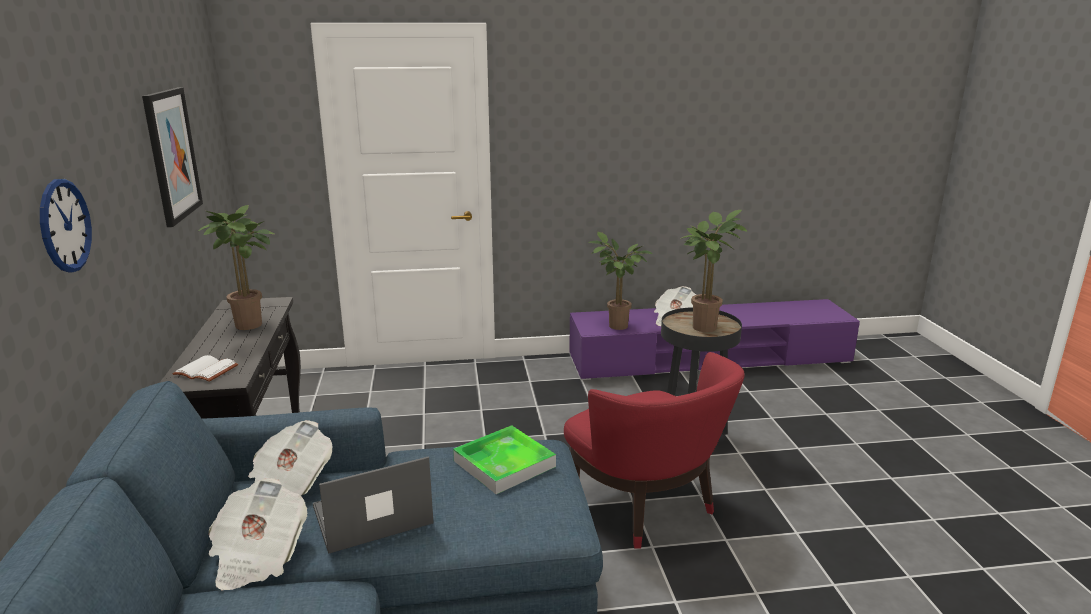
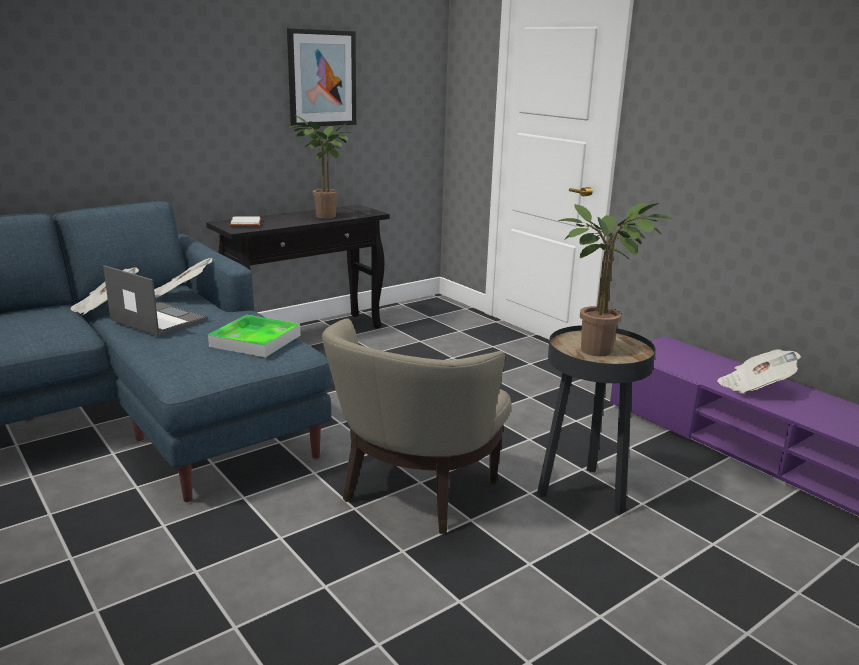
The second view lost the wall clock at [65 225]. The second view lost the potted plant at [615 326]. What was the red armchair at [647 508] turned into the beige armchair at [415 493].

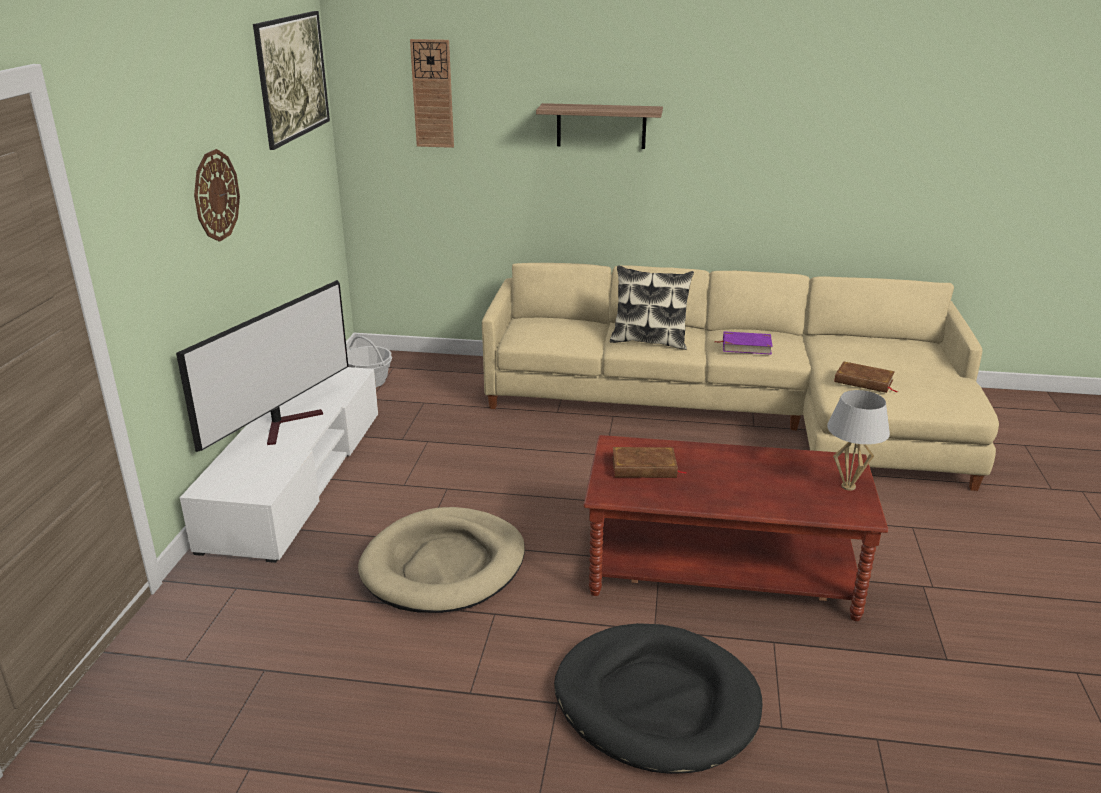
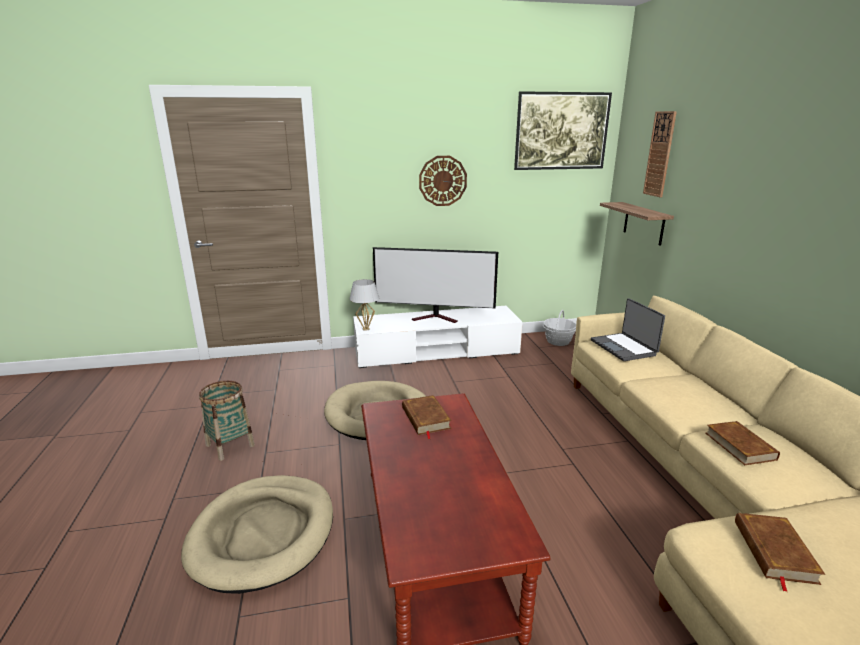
The second view lost the pillow at [649 341]. The second view gained the basket at [230 445]. The second view gained the laptop at [624 348]. The shelf ended up elsewhere, having gone from [601 126] to [643 223]. The white table lamp ended up elsewhere, having gone from [848 486] to [366 329]. What was the black dog bed at [656 702] turned into the beige dog bed at [263 534]. What was the purple book at [746 346] turned into the brown book at [740 446].

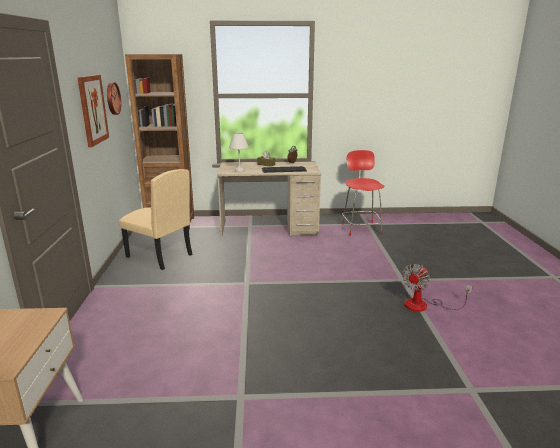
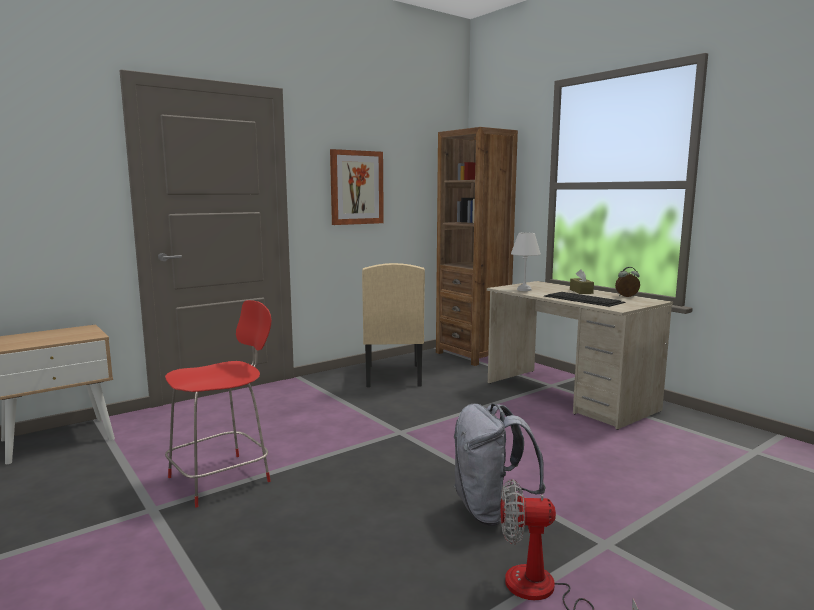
The second view lost the wall clock at [112 98]. The second view gained the grey backpack at [491 511]. The red chair ended up elsewhere, having gone from [361 228] to [223 478].

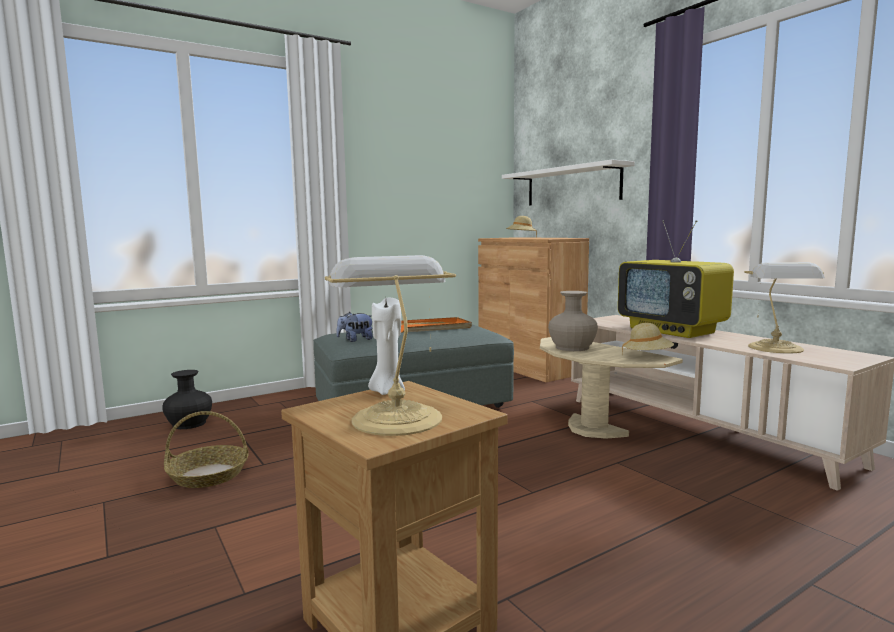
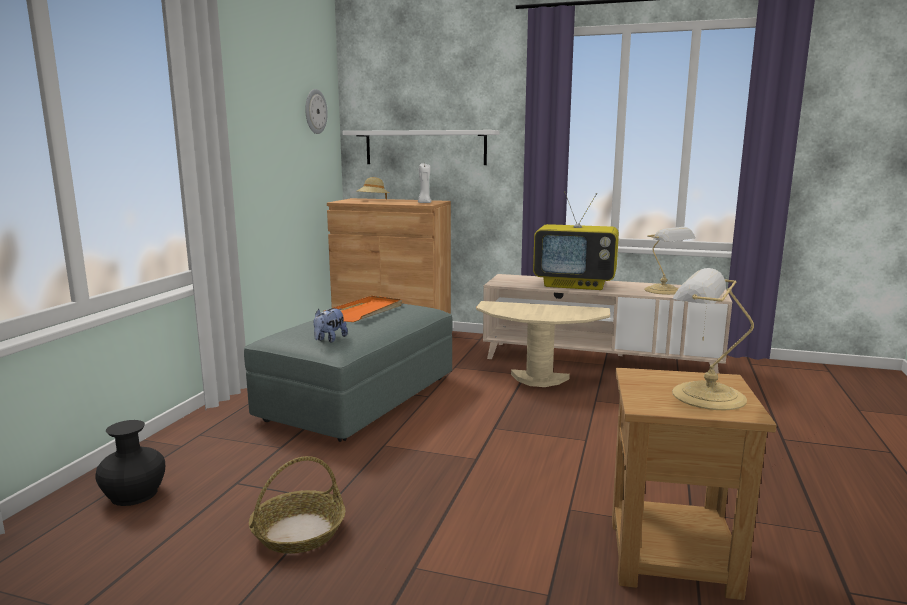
The second view lost the beige vase at [572 347]. The second view lost the beige hat at [647 356]. The second view gained the wall clock at [315 111]. The white candle ended up elsewhere, having gone from [387 391] to [424 203].

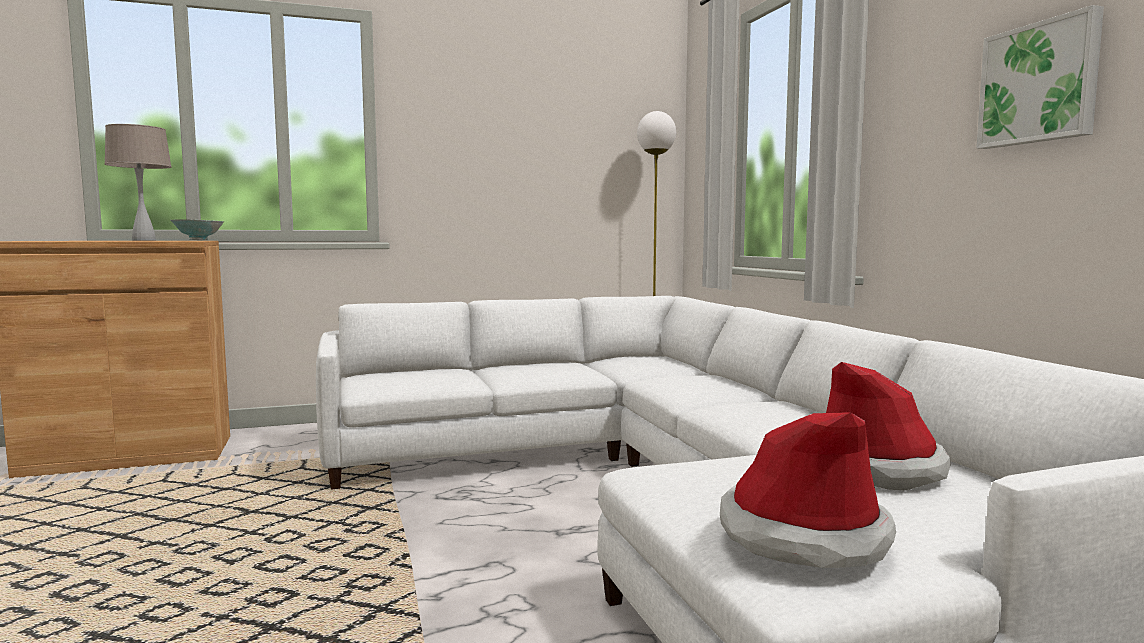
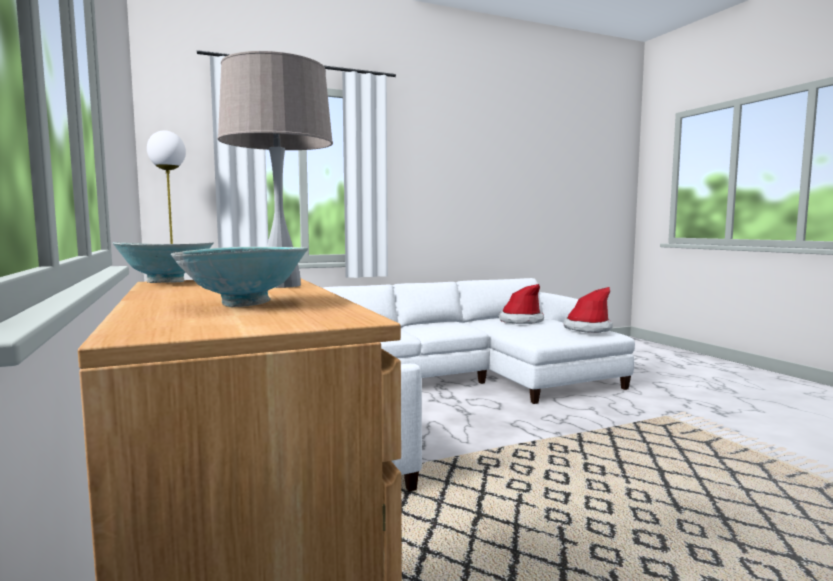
The second view lost the picture at [1040 83]. The second view gained the bowl at [245 303].

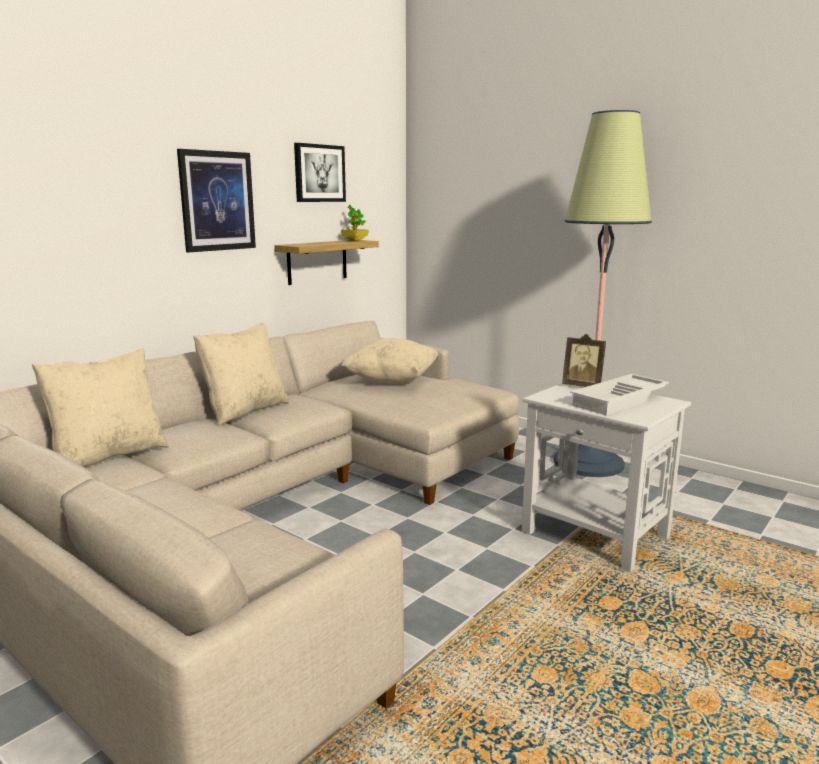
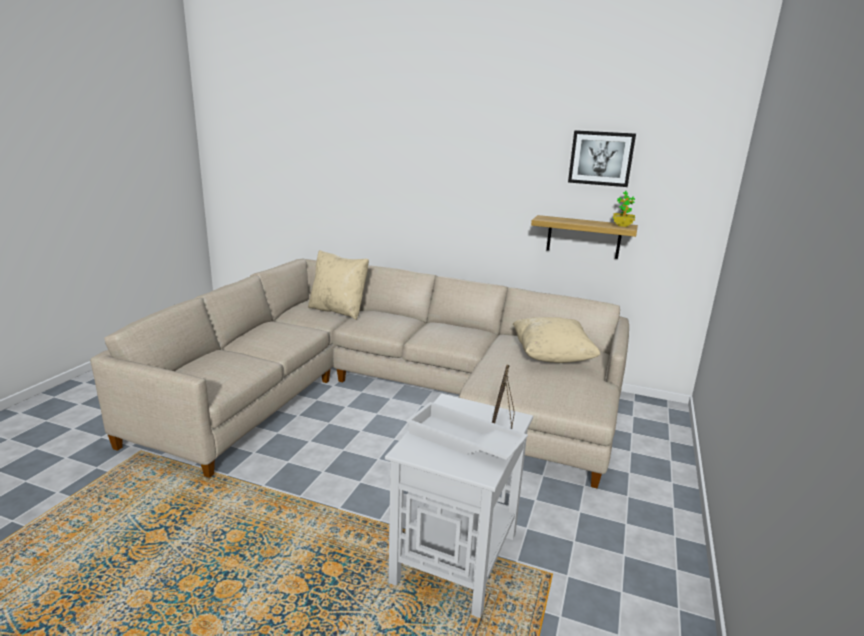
The second view lost the picture at [217 201]. The second view lost the beige pillow at [244 411]. The second view lost the floor lamp at [588 463].

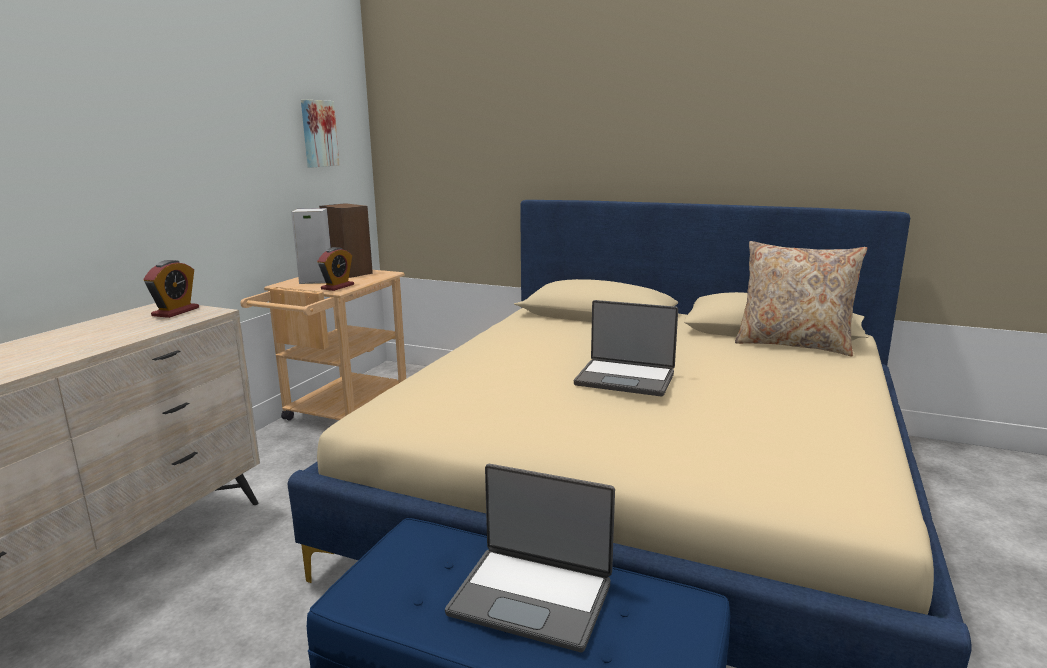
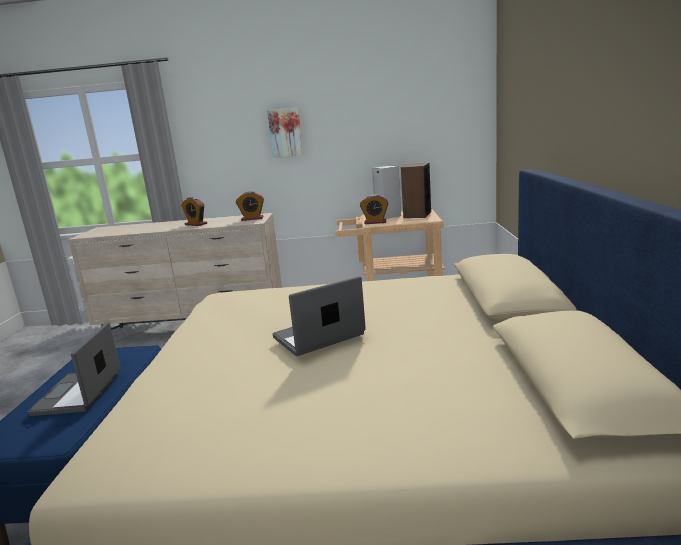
The second view lost the beige pillow at [793 344]. The second view gained the alarm clock at [196 224]. The picture ended up elsewhere, having gone from [318 133] to [285 132]. The laptop at [625 378] ended up facing another way, 60 degrees clockwise from before.

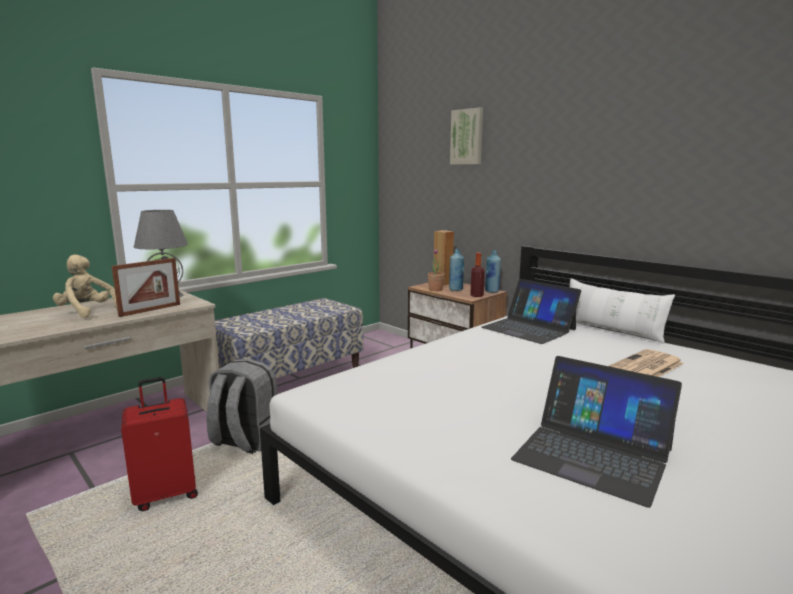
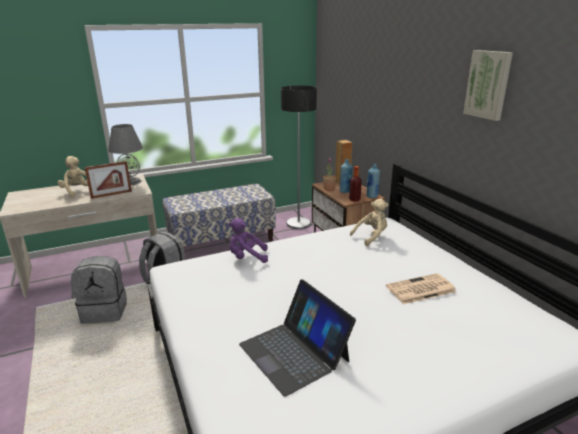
The second view lost the white pillow at [611 331]. The second view gained the purple plush toy at [247 258]. The second view gained the floor lamp at [298 223]. The picture ended up elsewhere, having gone from [467 137] to [488 84]. Where the red suitcase stood at [166 494], the grey backpack came to stand at [105 311]. Where the laptop stood at [529 328], the beige plush toy came to stand at [371 236].

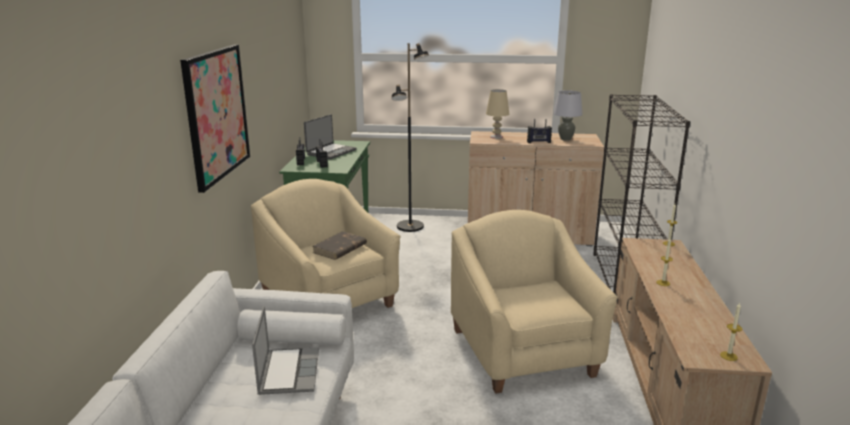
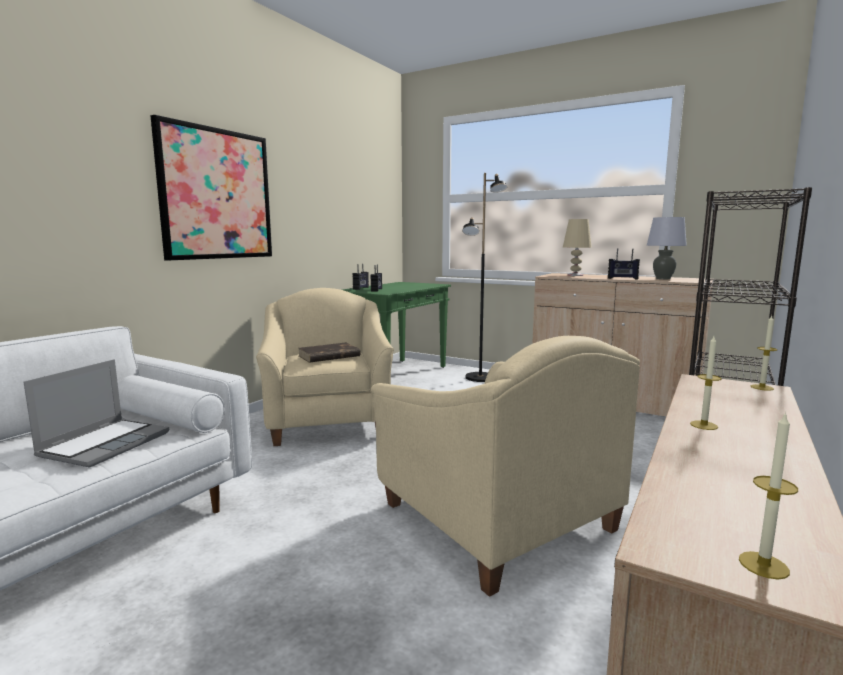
The second view lost the laptop at [330 152]. The beige armchair at [524 352] ended up facing another way, 135 degrees clockwise from before.

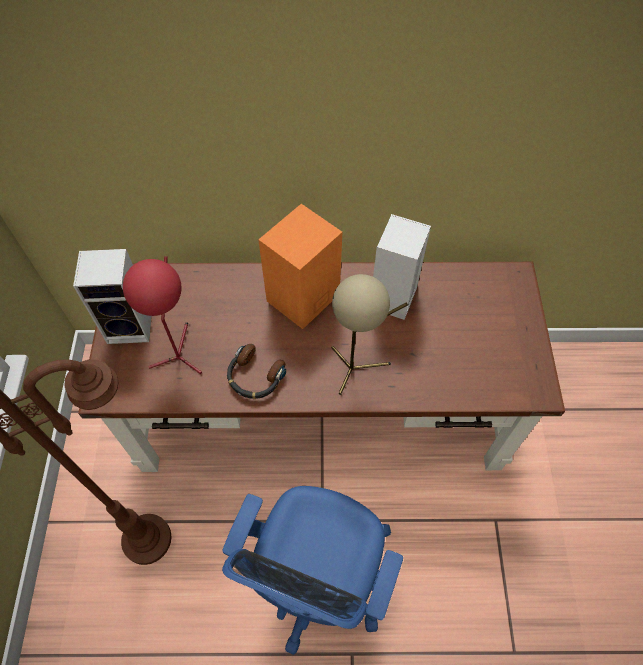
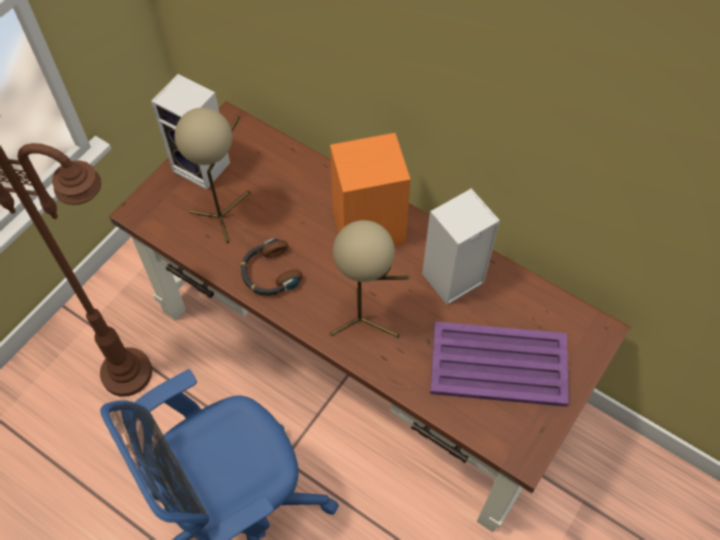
The second view gained the purple tray at [500 365]. What was the red table lamp at [179 352] turned into the beige table lamp at [224 213].

